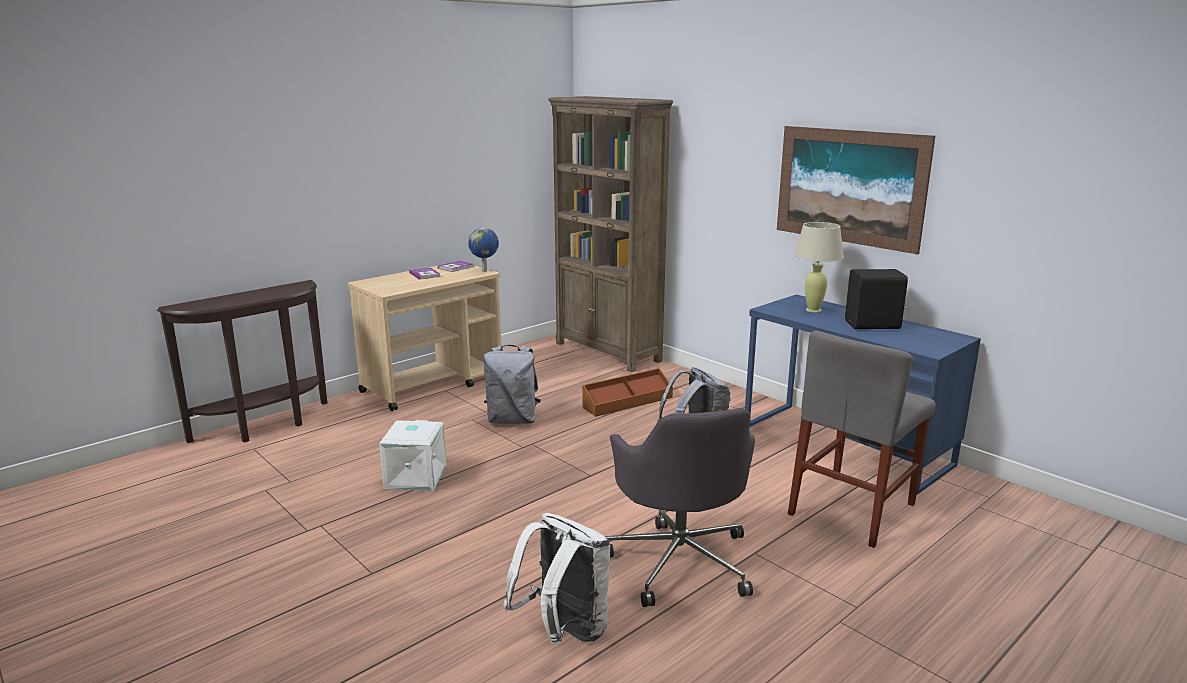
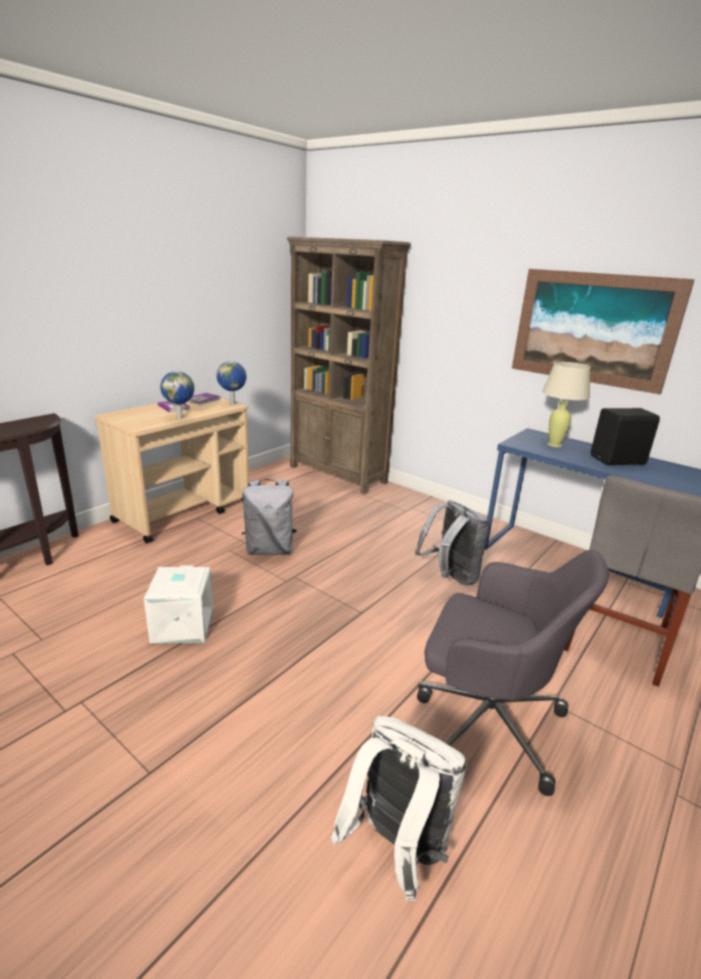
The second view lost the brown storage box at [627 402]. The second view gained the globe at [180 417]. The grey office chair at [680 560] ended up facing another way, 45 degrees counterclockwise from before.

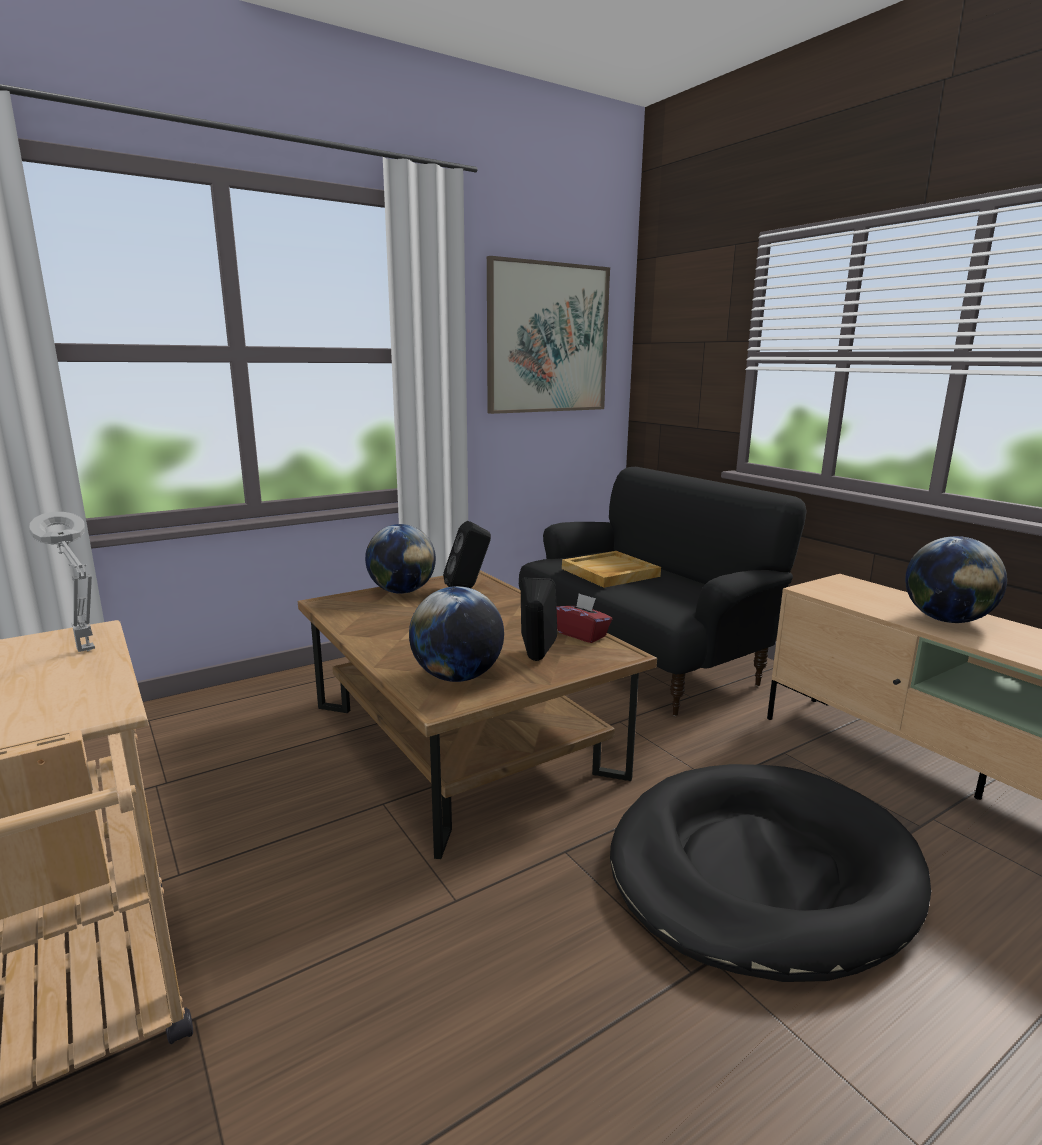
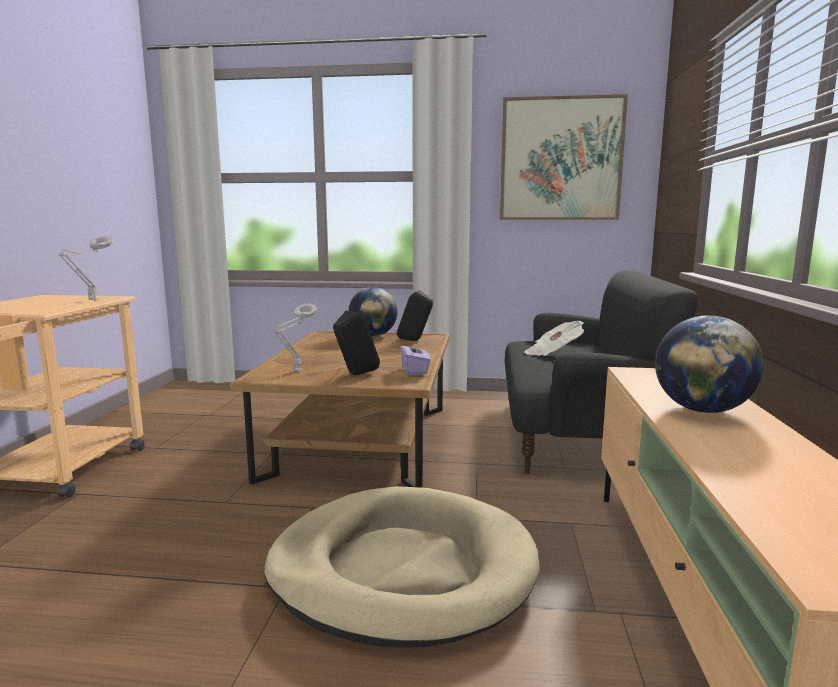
Where the globe stood at [457 677], the grey table lamp came to stand at [296 371]. Where the beige tray stood at [610 573], the newspaper came to stand at [553 353]. What was the red tissue box at [582 634] turned into the purple tissue box at [415 371]. What was the black dog bed at [760 872] turned into the beige dog bed at [402 569].

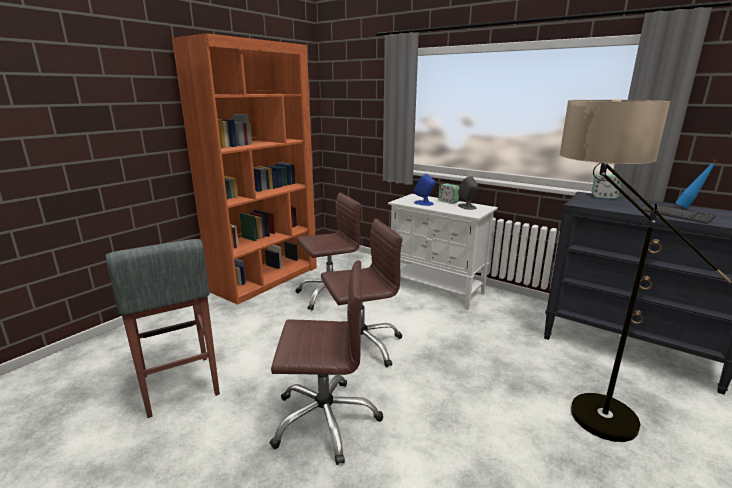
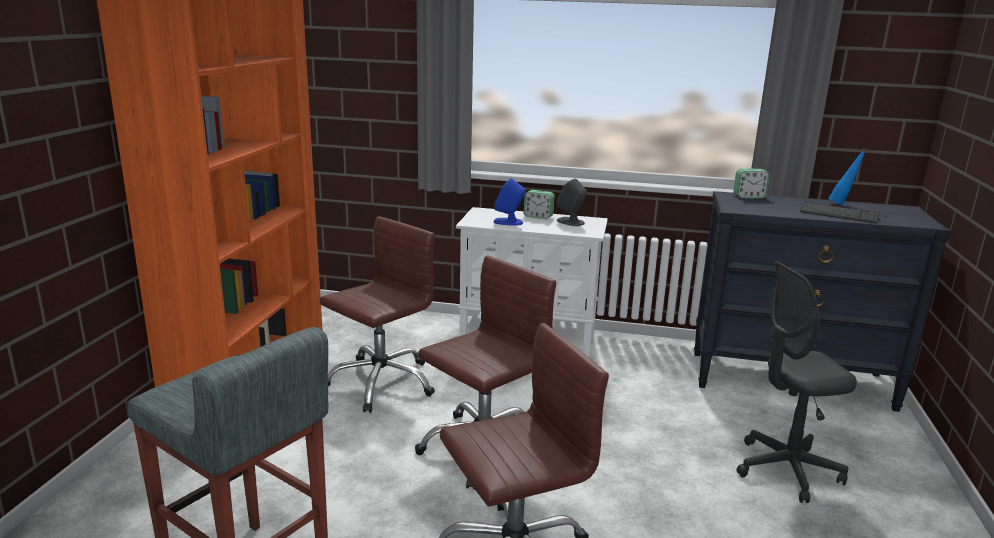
Where the floor lamp stood at [577 414], the grey office chair came to stand at [786 470].

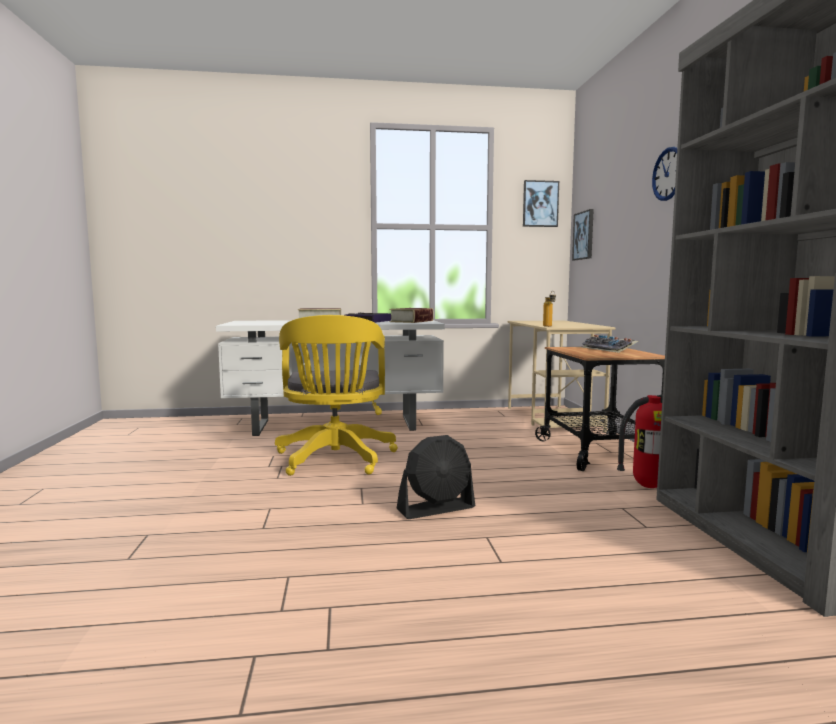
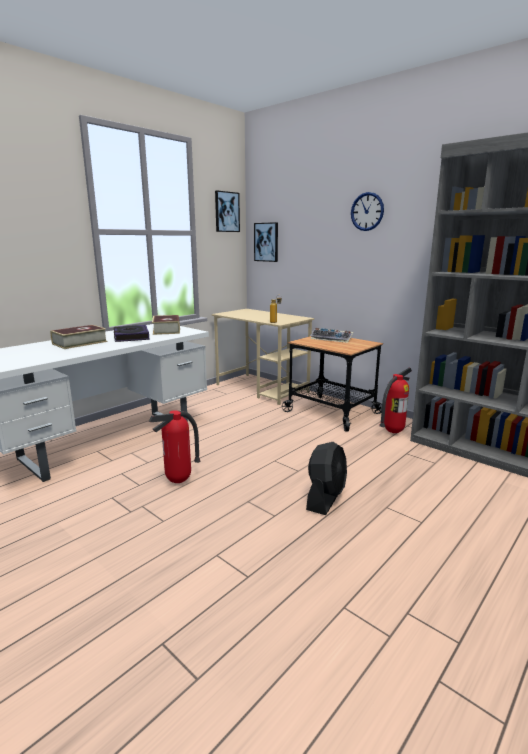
Where the yellow office chair stood at [335 460], the fire extinguisher came to stand at [179 481].

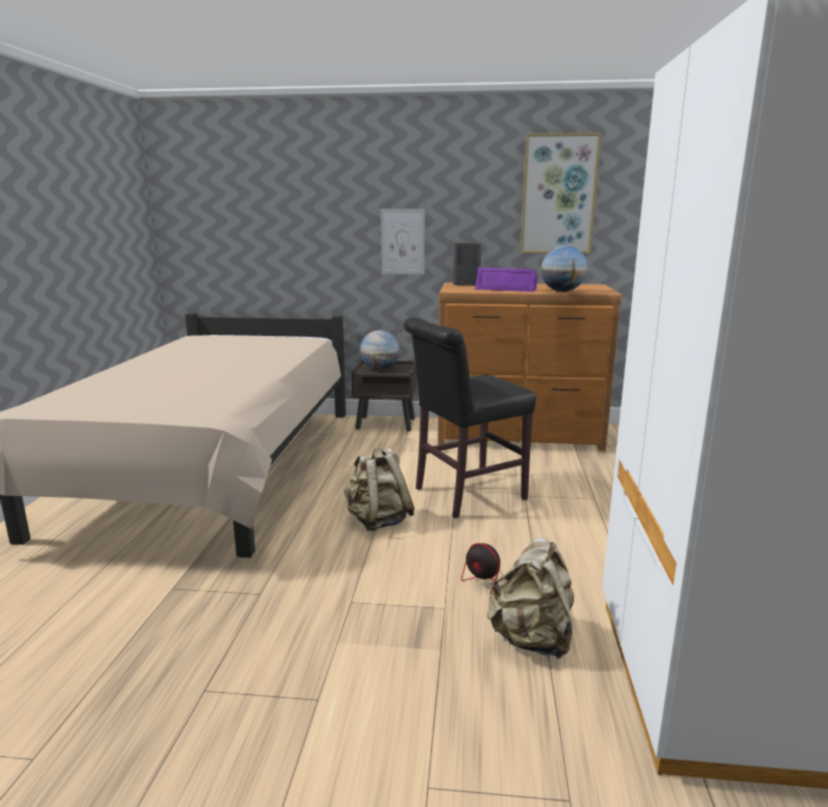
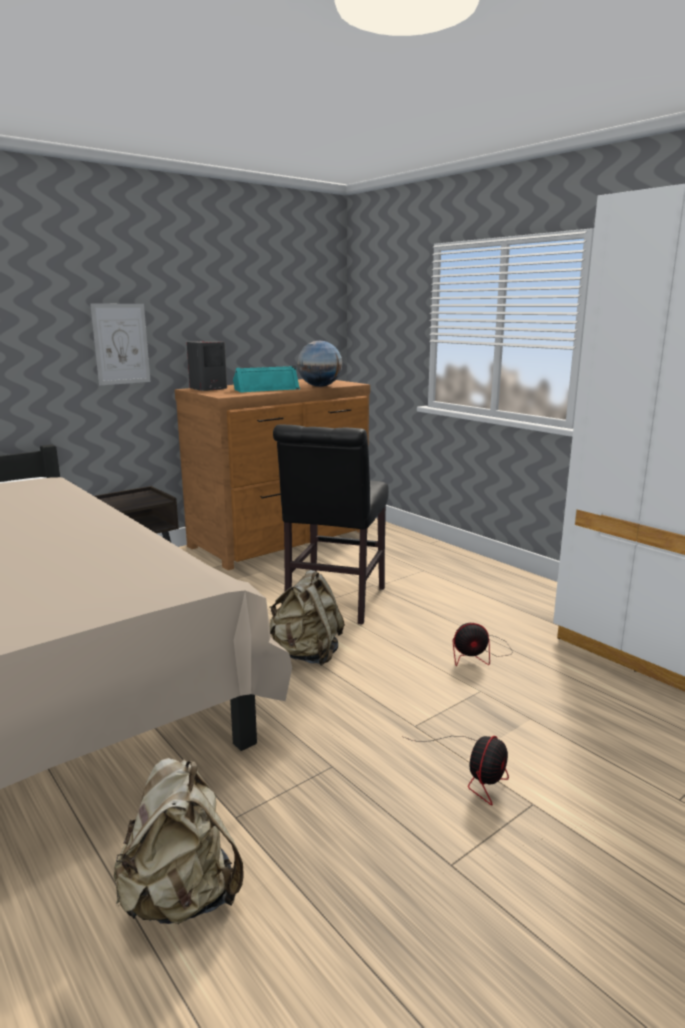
The second view lost the globe at [380 369]. The second view lost the picture at [558 194]. The second view gained the fan at [475 772]. The beige backpack ended up elsewhere, having gone from [532 639] to [181 896]. What was the purple speaker at [506 289] turned into the turquoise speaker at [266 389].

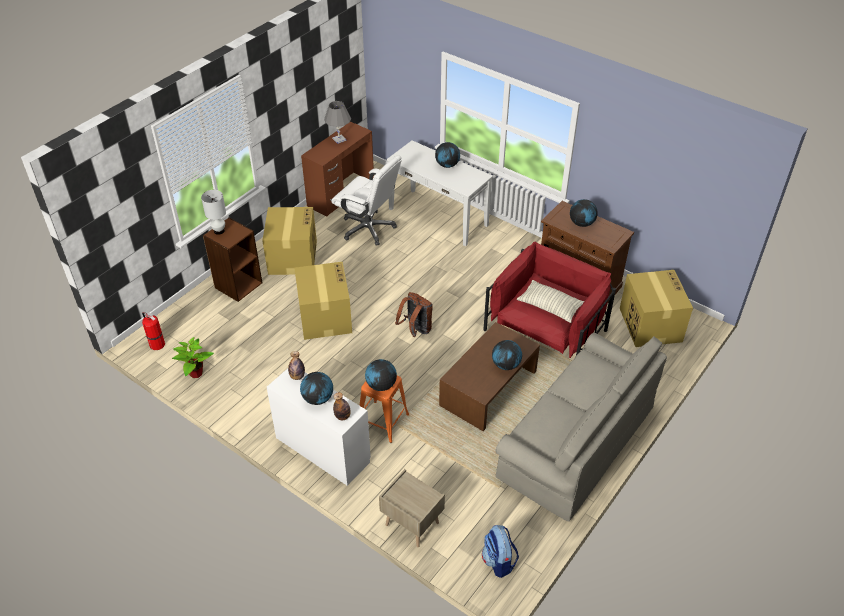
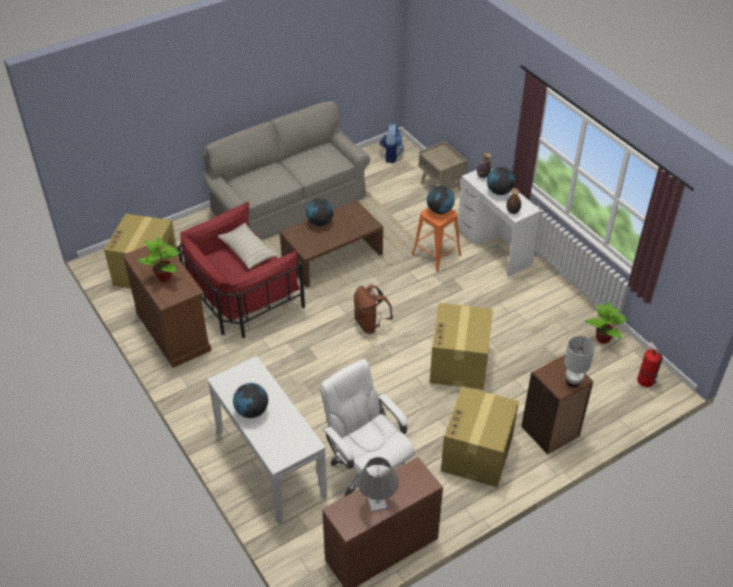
Where the globe stood at [582 223], the potted plant came to stand at [165 277].

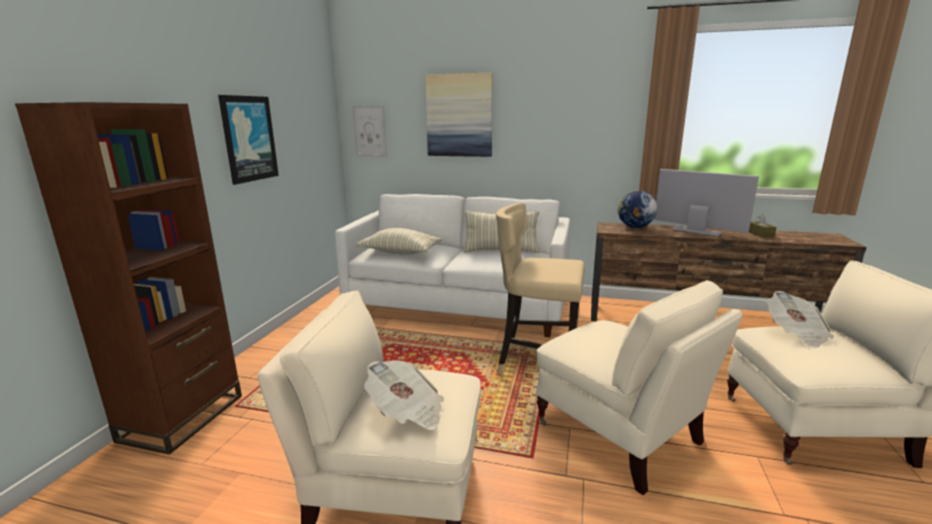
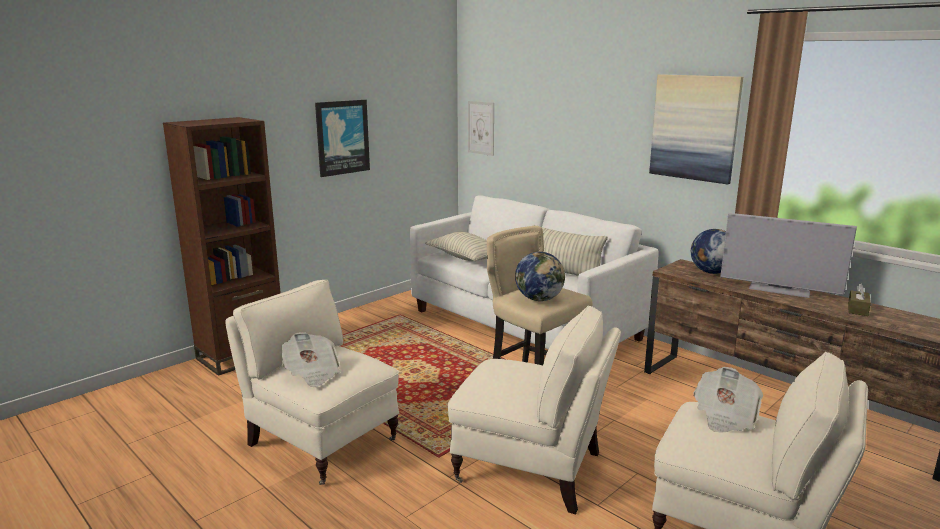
The second view gained the globe at [539 299]. The picture ended up elsewhere, having gone from [459 115] to [694 127]. The beige armchair at [620 435] ended up facing another way, 60 degrees counterclockwise from before. The television at [696 231] ended up facing another way, 135 degrees clockwise from before.

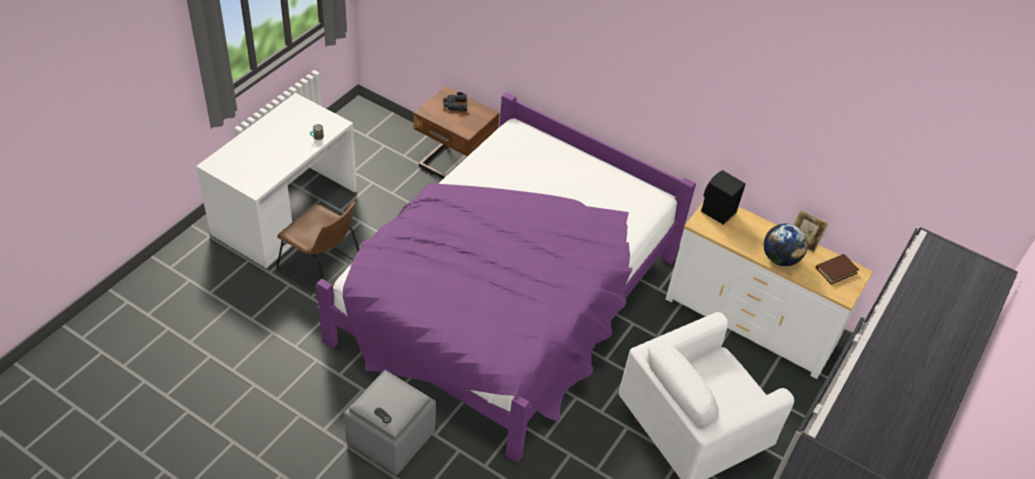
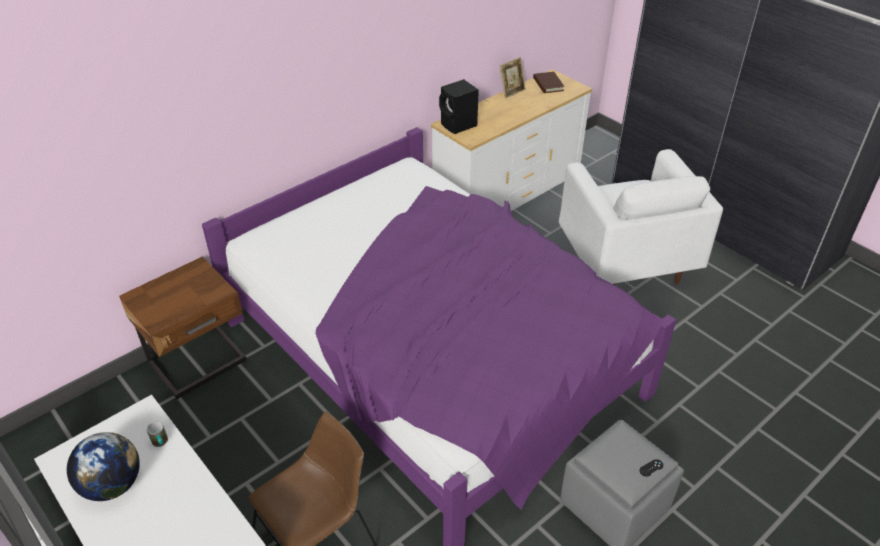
The second view lost the black binoculars at [455 105]. The globe ended up elsewhere, having gone from [780 259] to [112 485].

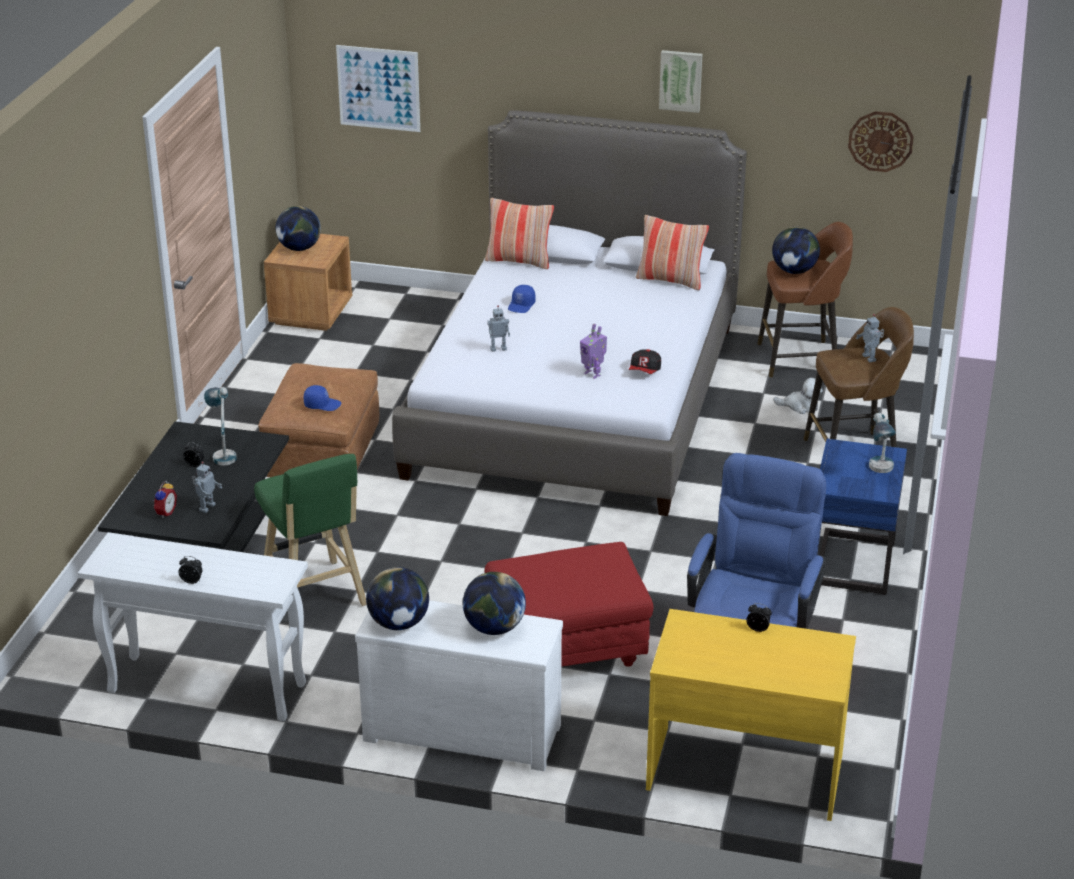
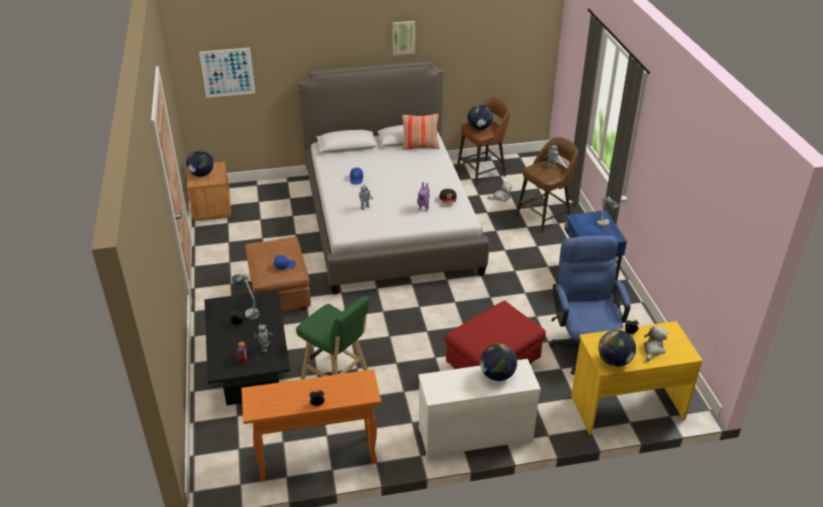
The second view lost the pillow at [519 261]. The second view lost the wall clock at [880 141]. The second view gained the plush toy at [653 349]. The globe ended up elsewhere, having gone from [399 623] to [614 361]. What was the white console table at [205 688] turned into the orange console table at [316 458].

